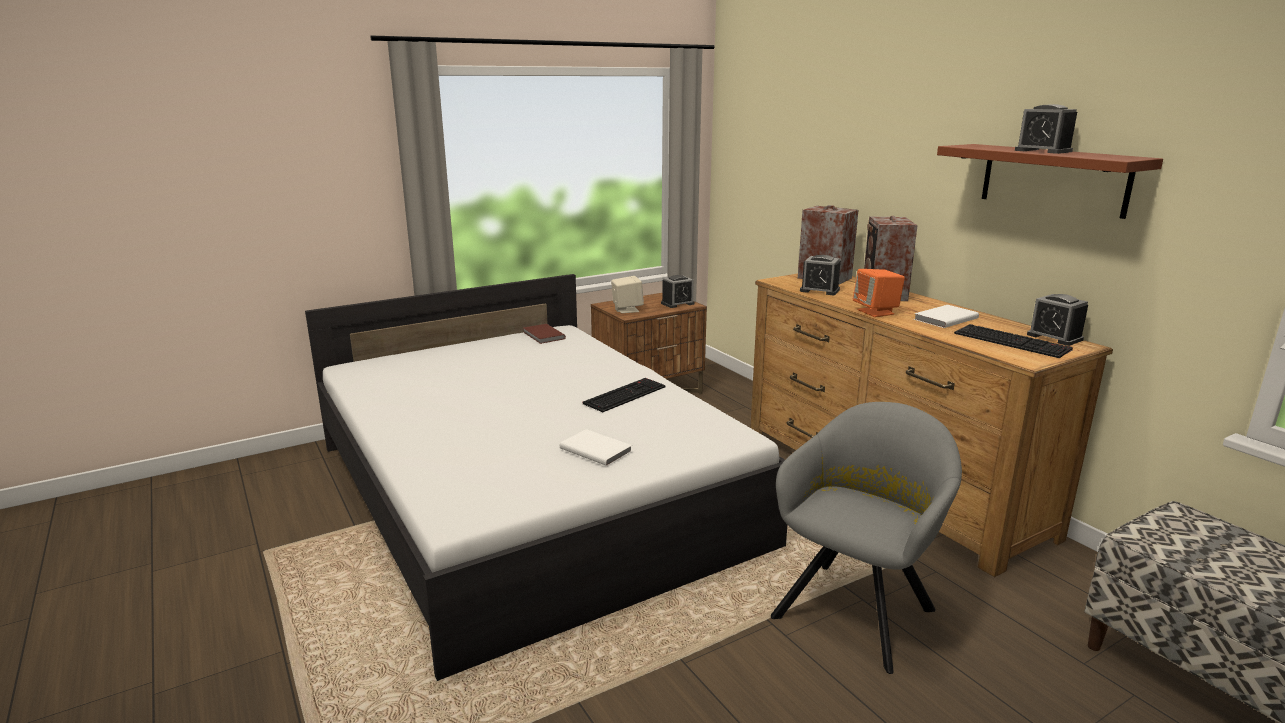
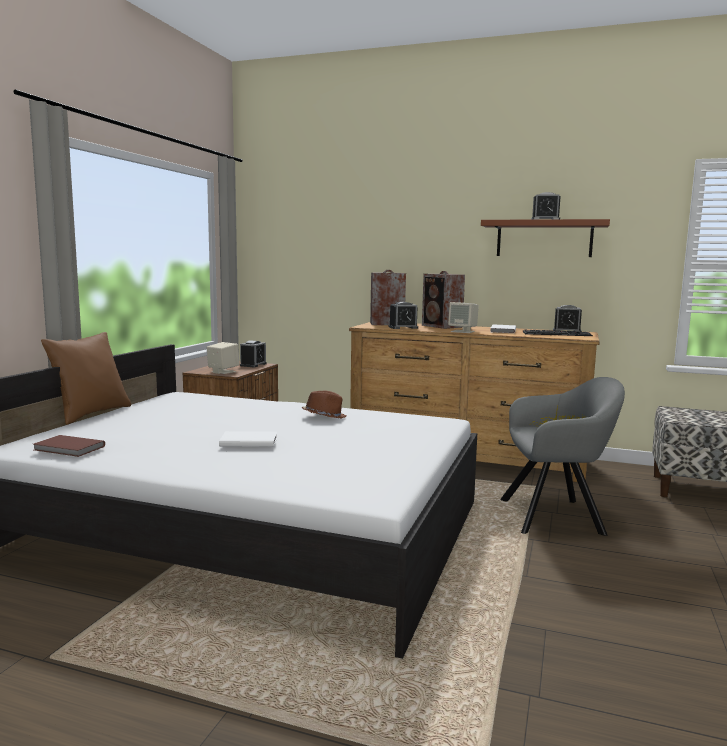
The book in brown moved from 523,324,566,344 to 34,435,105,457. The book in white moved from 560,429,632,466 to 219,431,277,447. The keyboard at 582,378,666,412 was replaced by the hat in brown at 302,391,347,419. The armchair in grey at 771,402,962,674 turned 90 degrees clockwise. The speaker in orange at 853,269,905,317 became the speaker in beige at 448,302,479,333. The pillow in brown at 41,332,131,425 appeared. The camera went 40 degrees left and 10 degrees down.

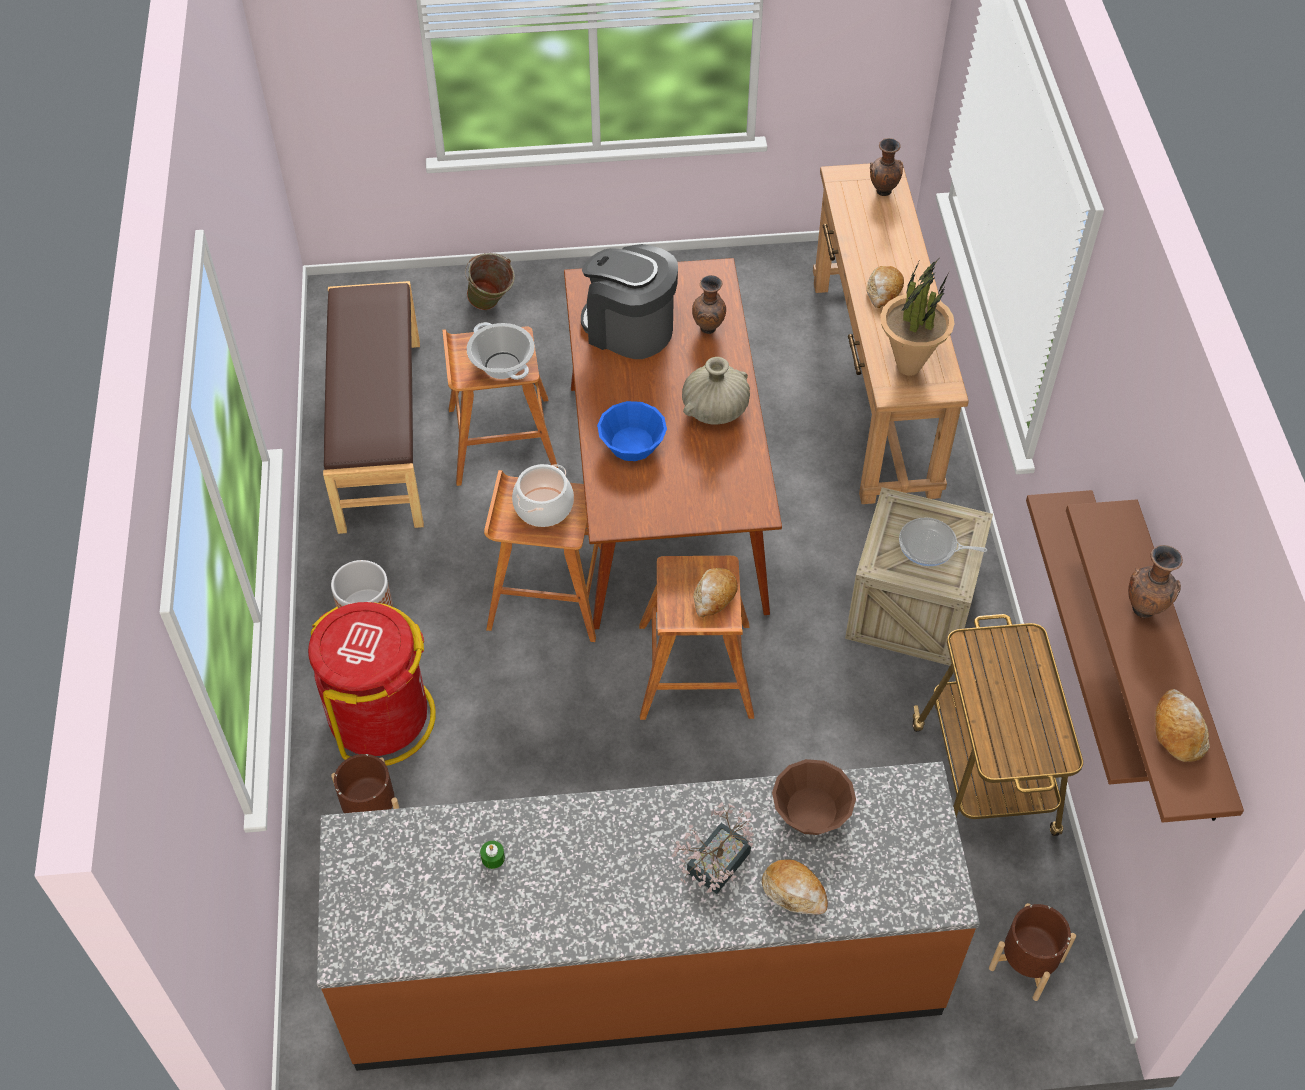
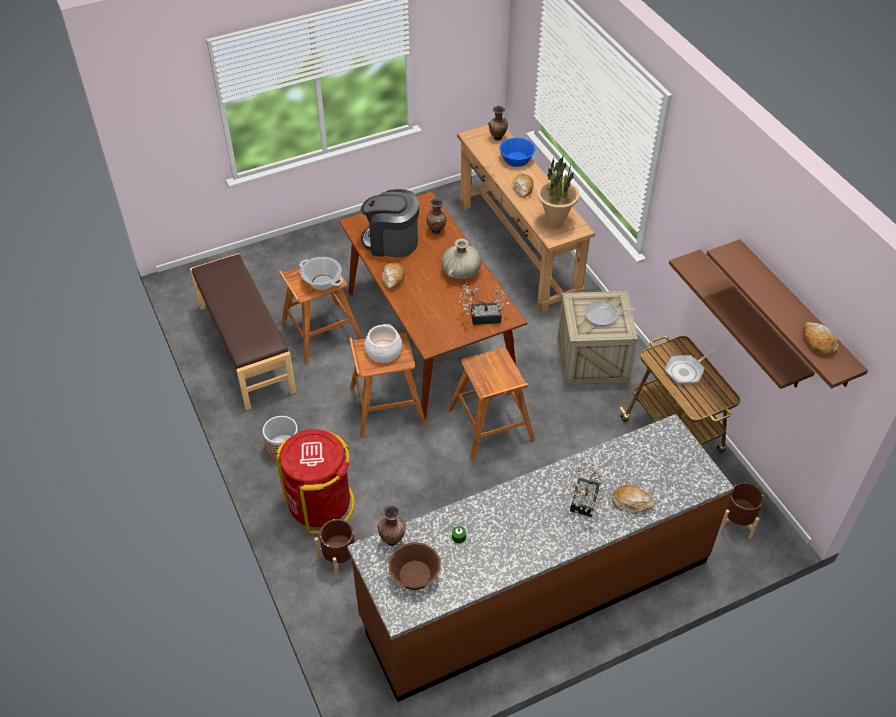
The bucket in green at 465,253,515,310 disappeared. The bowl in blue moved from 597,401,667,461 to 499,137,536,167. The bread moved from 693,568,738,617 to 382,263,405,290. The bowl in brown moved from 772,759,856,835 to 389,542,441,590. The vase in brown moved from 1128,545,1183,619 to 378,505,406,546. The potted plant at 459,282,510,325 appeared. The frying pan at 665,347,720,385 appeared. The camera went 20 degrees left and 5 degrees down.

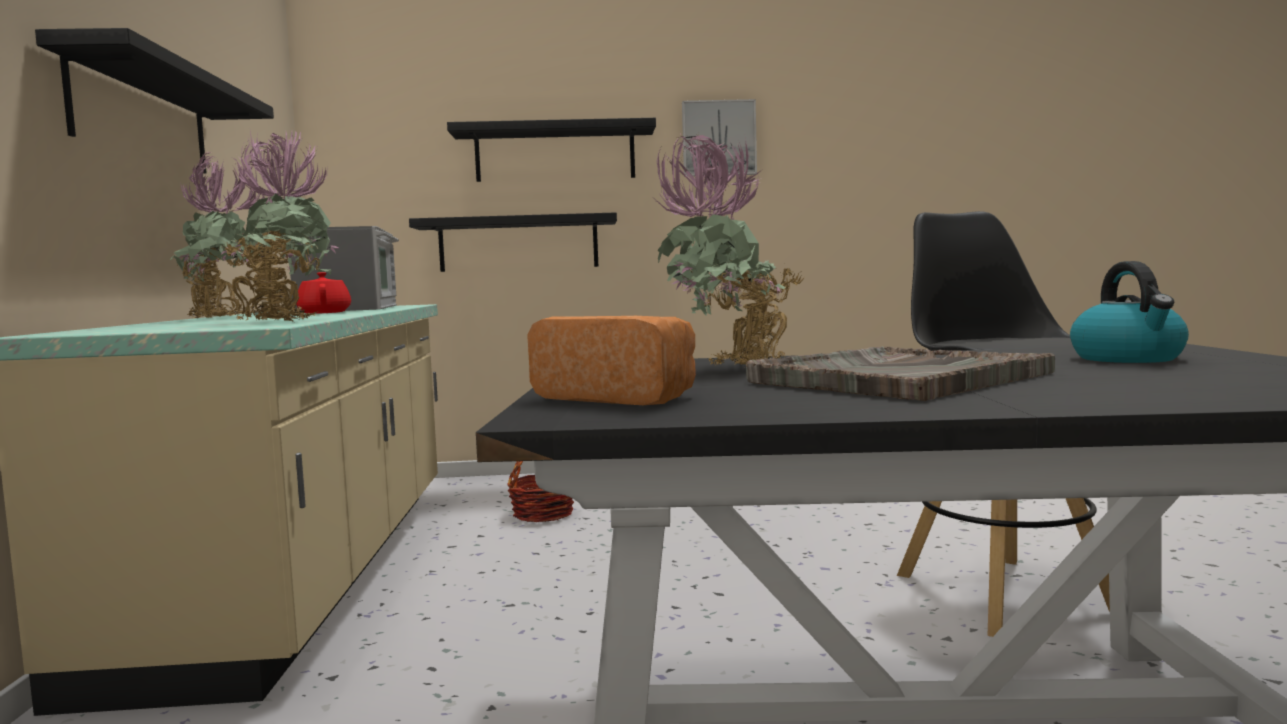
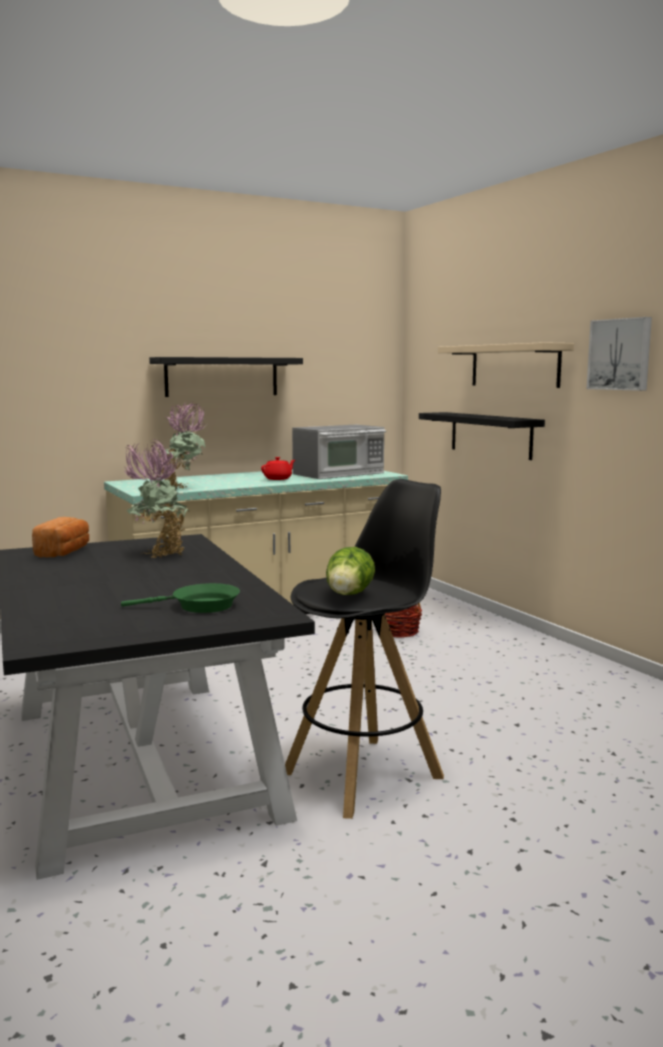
The potted plant at 170,152,263,318 disappeared. The shelf in black at 447,118,656,182 became the shelf in beige at 438,342,574,388. The tray in grey at 746,347,1055,401 disappeared. The kettle at 1070,261,1189,363 was replaced by the frying pan in green at 121,583,240,613. The lettuce at 326,547,375,595 appeared. The camera went 65 degrees right and 5 degrees up.

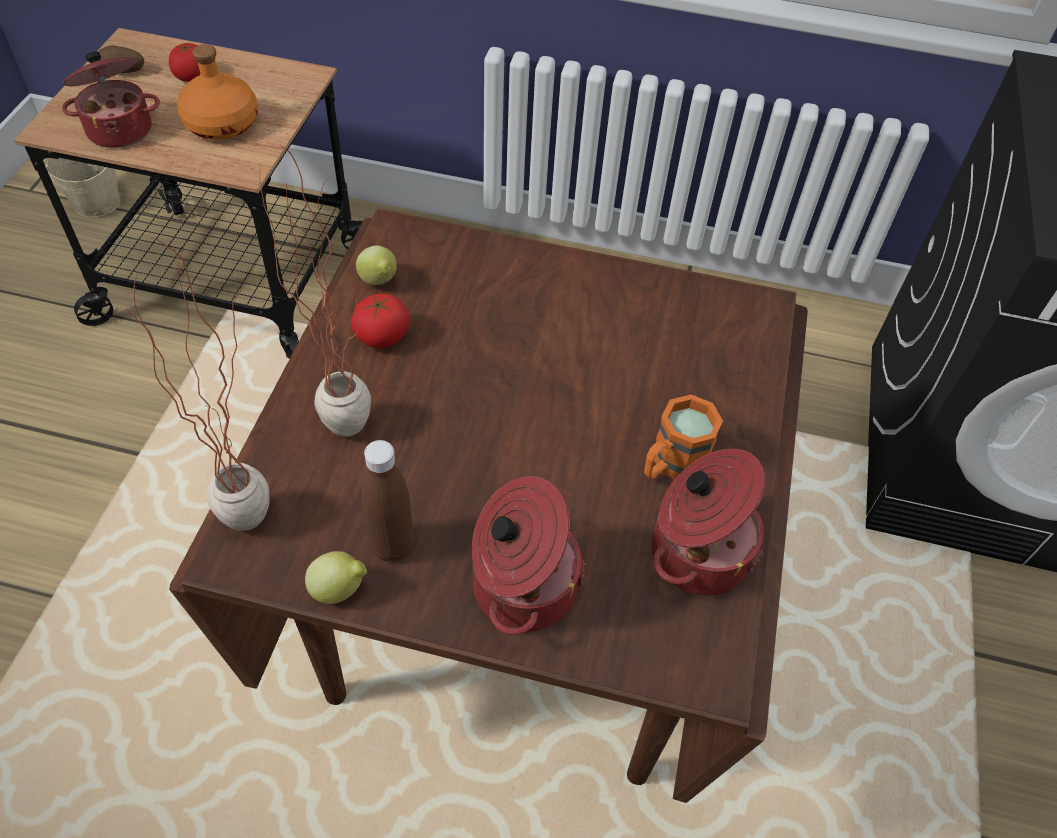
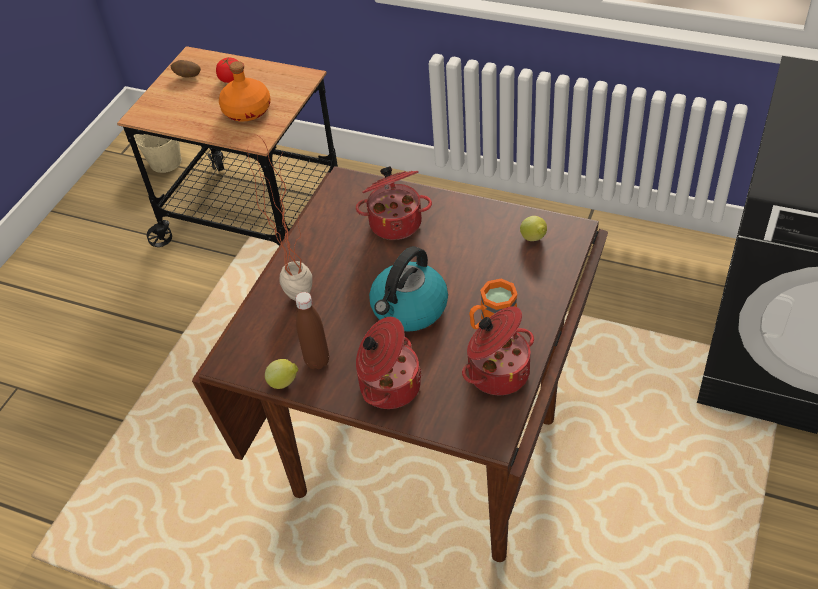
The cooking pot moved from 62,51,160,148 to 356,166,432,240. The potted plant at 125,238,270,531 disappeared. The tomato at 351,294,409,348 disappeared. The lemon moved from 356,245,397,285 to 520,216,547,241. The kettle at 369,246,448,332 appeared. The camera went 15 degrees right and 5 degrees down.

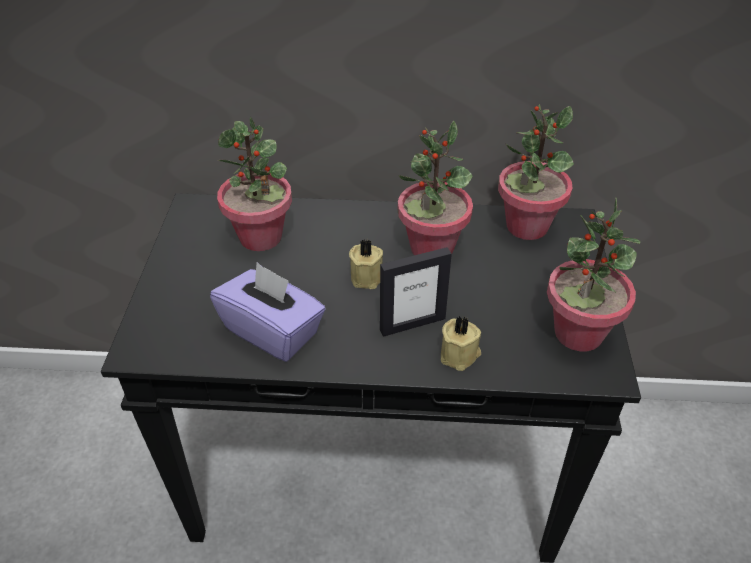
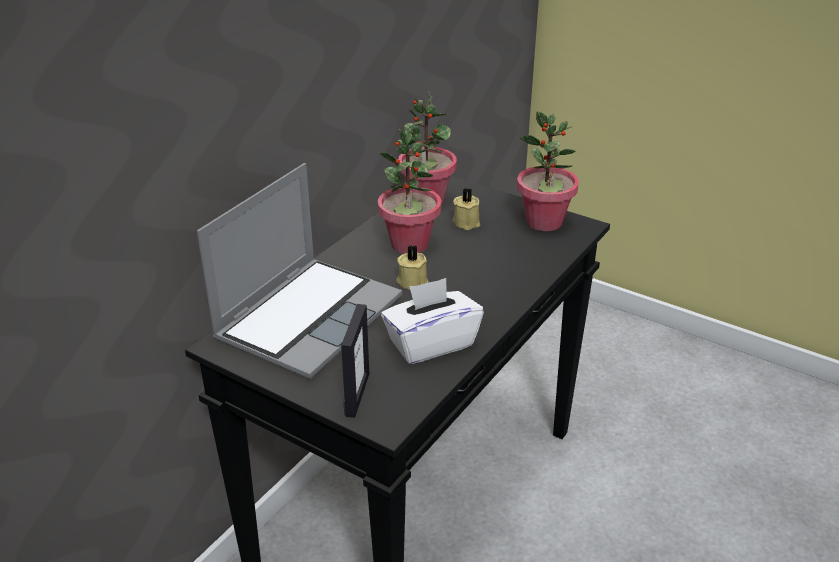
The tissue box in purple at 210,262,326,362 became the tissue box in white at 381,278,484,364. The potted plant at 217,116,292,251 was replaced by the laptop at 197,163,402,380. The picture frame moved from 380,247,452,337 to 341,304,369,418. The candle in beige moved from 441,316,481,371 to 453,188,480,230. The camera went 60 degrees left and 10 degrees down.

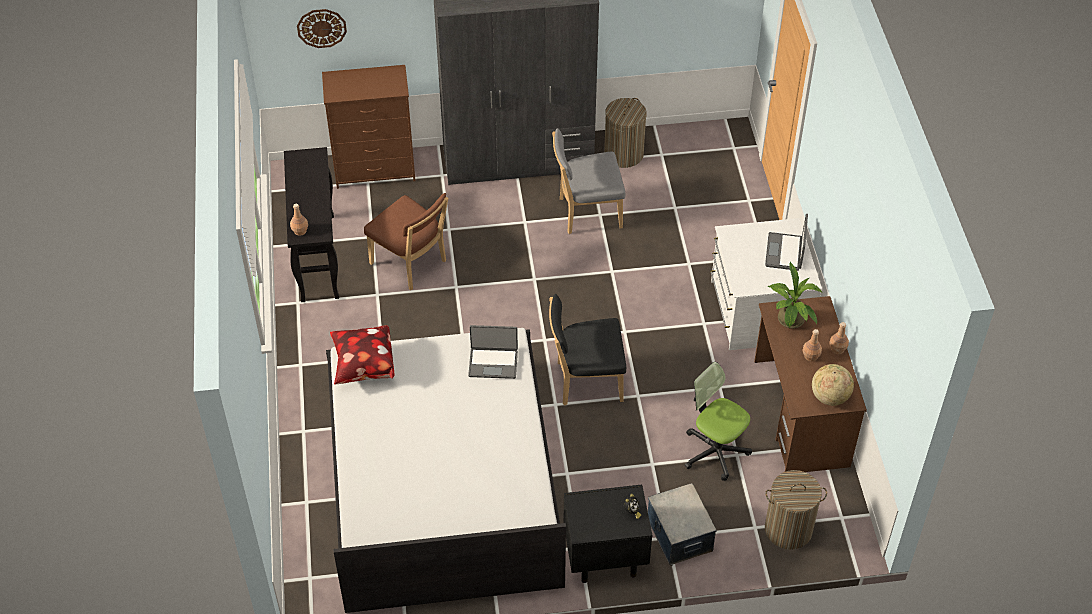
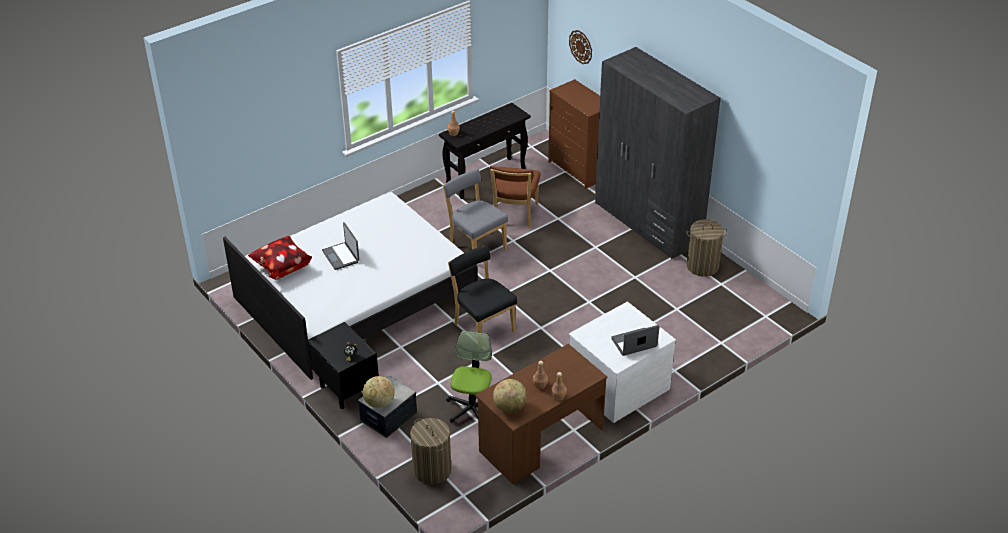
The pillow moved from 330,325,394,384 to 248,236,312,280. The laptop moved from 468,325,518,379 to 322,222,359,270. The chair in grey moved from 552,128,625,234 to 443,169,508,265. The potted plant at 768,262,822,329 disappeared. The globe at 363,376,395,408 appeared. The camera went 60 degrees right and 10 degrees down.

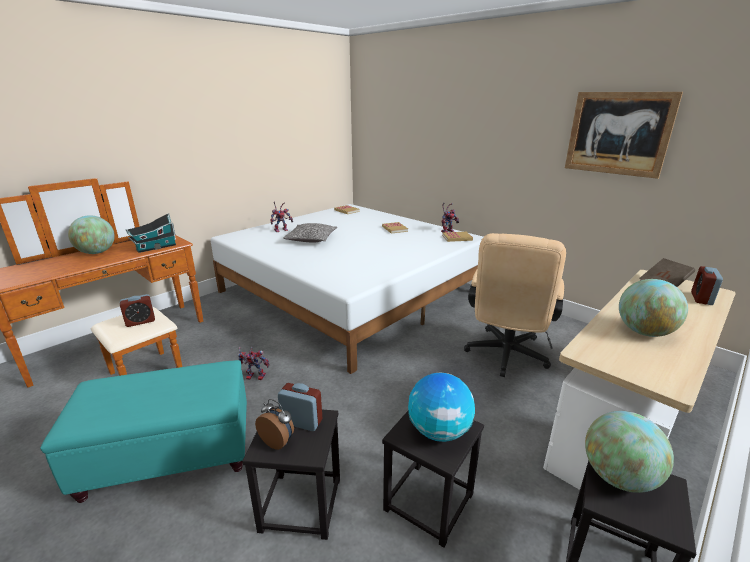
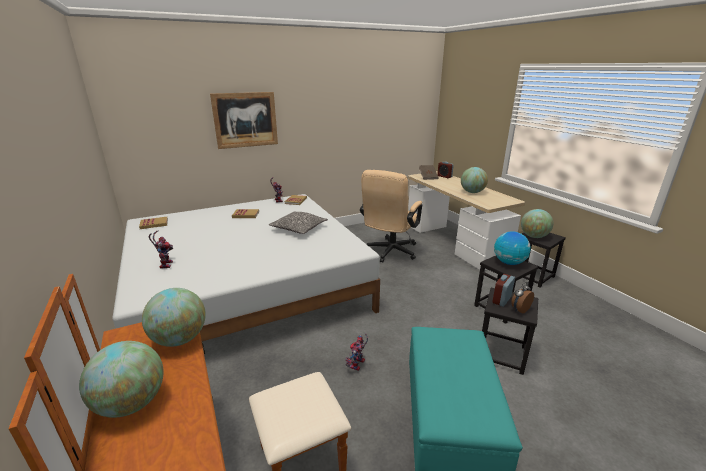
The alarm clock at 120,294,155,327 disappeared. The toy house at 126,214,176,253 was replaced by the globe at 142,288,206,347. The pillow moved from 283,223,337,242 to 269,212,328,234. The office chair in beige at 464,233,566,377 turned 75 degrees clockwise. The picture moved from 565,92,683,179 to 210,92,278,149. The camera went 70 degrees left and 0 degrees up.

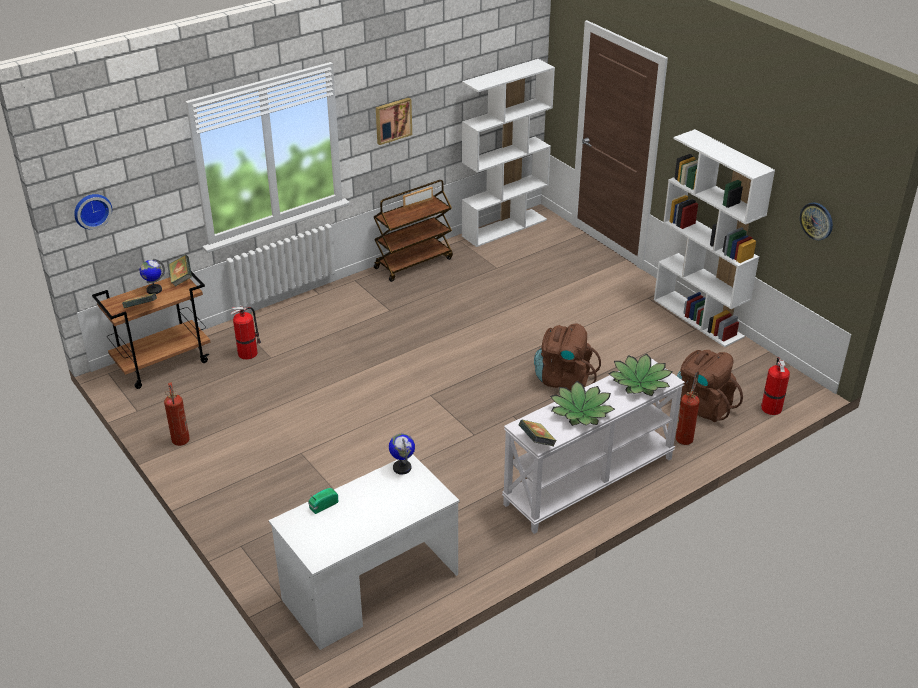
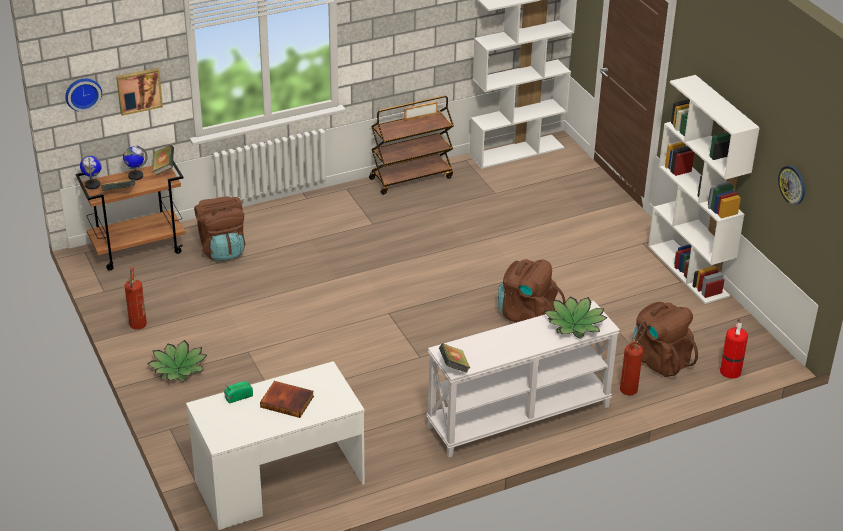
The fire extinguisher at 231,307,261,360 was replaced by the backpack in brown at 194,196,245,260. The picture moved from 376,98,412,145 to 116,68,163,116. The globe moved from 389,434,415,475 to 80,155,102,189. The potted plant moved from 550,381,615,426 to 148,340,207,382. The book at 260,381,314,418 appeared. The camera went 10 degrees right and 0 degrees up.

